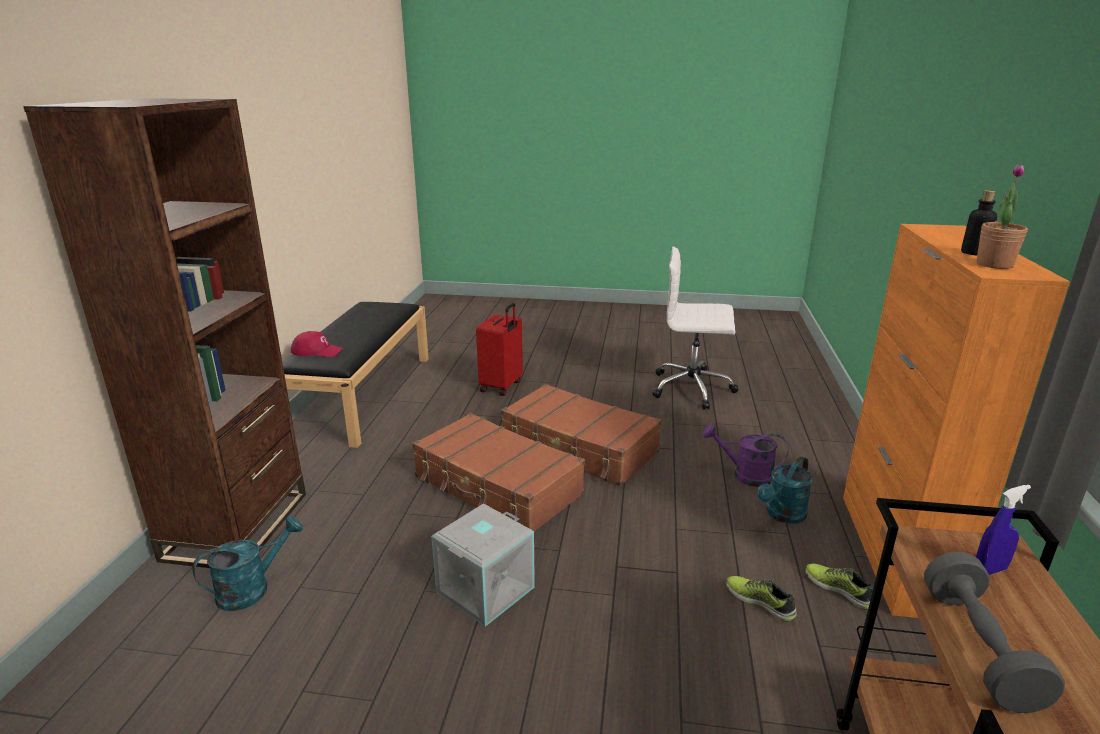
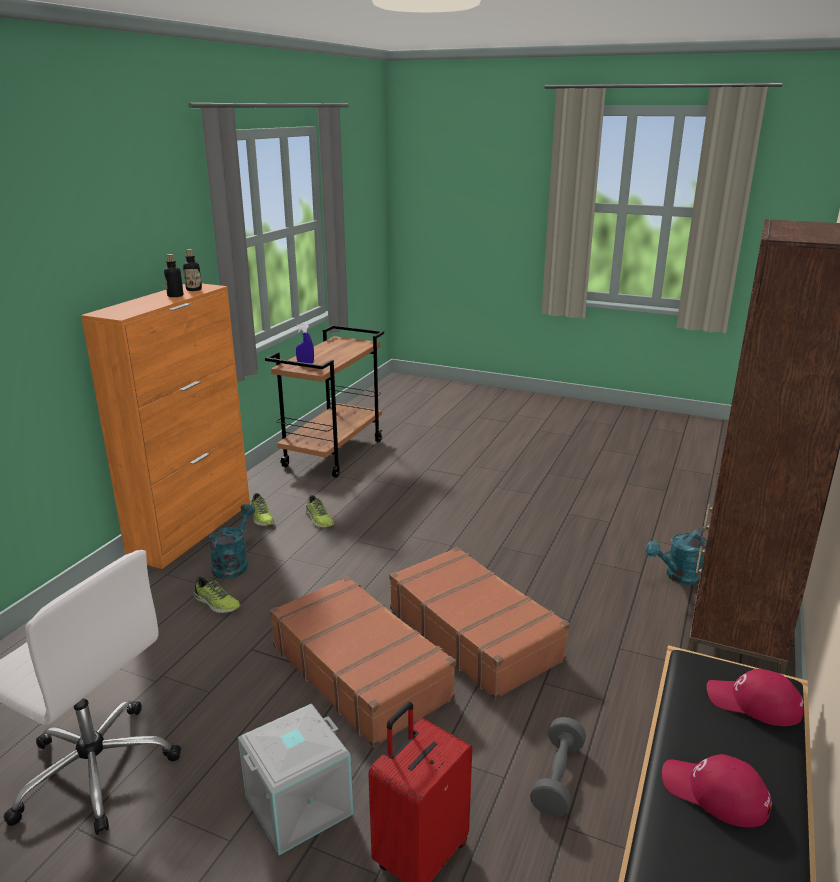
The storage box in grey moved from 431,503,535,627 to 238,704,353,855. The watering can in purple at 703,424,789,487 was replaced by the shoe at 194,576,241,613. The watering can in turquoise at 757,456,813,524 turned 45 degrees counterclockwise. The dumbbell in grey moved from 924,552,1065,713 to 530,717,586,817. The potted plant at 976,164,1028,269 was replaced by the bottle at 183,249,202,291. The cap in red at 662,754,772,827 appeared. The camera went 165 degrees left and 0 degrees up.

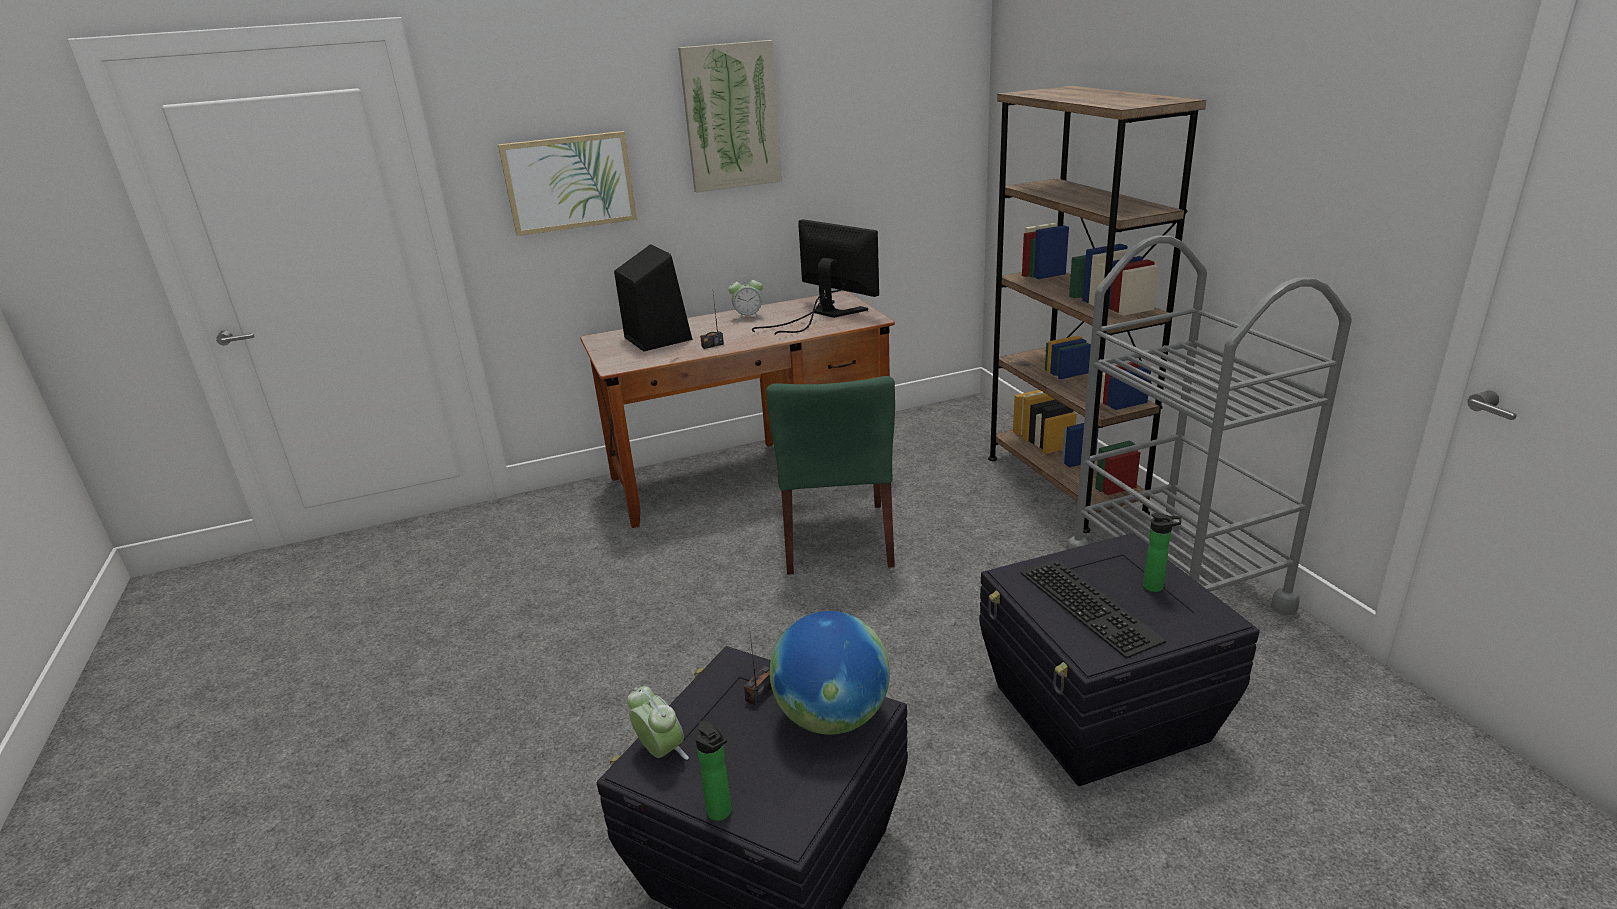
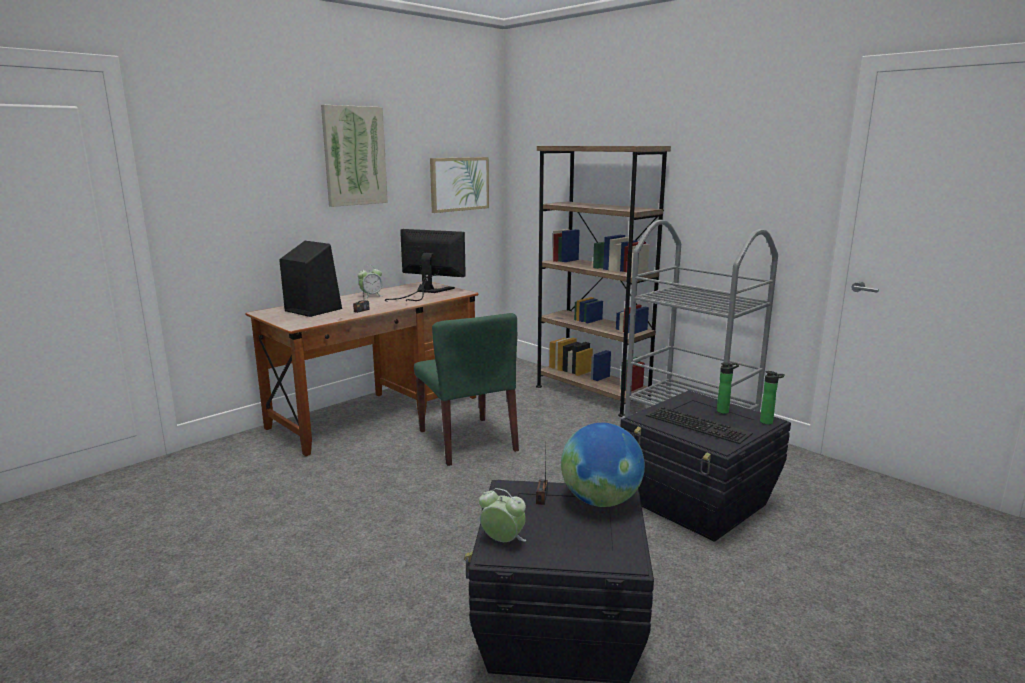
The picture moved from 498,131,637,236 to 430,157,489,213. The bottle moved from 695,721,732,821 to 760,371,784,424. The camera went 25 degrees left and 10 degrees down.

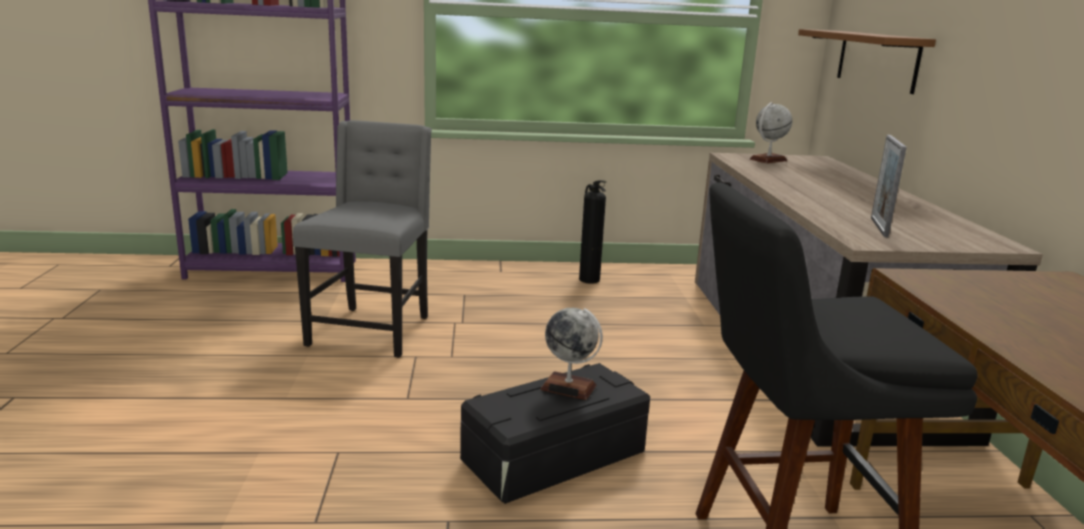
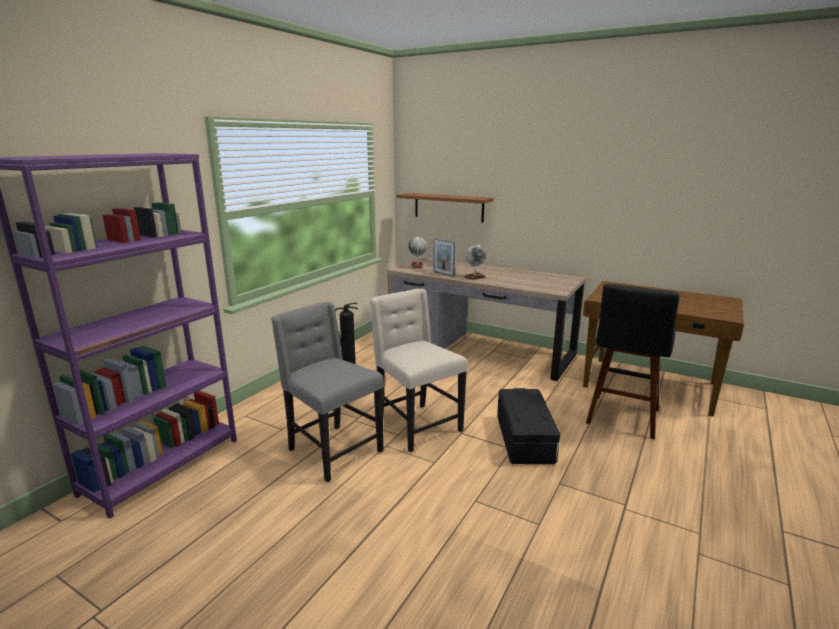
The globe moved from 540,308,603,400 to 464,244,486,280. The picture frame moved from 871,135,907,237 to 433,238,455,277. The chair in beige at 370,289,467,452 appeared. The camera went 55 degrees left and 0 degrees up.

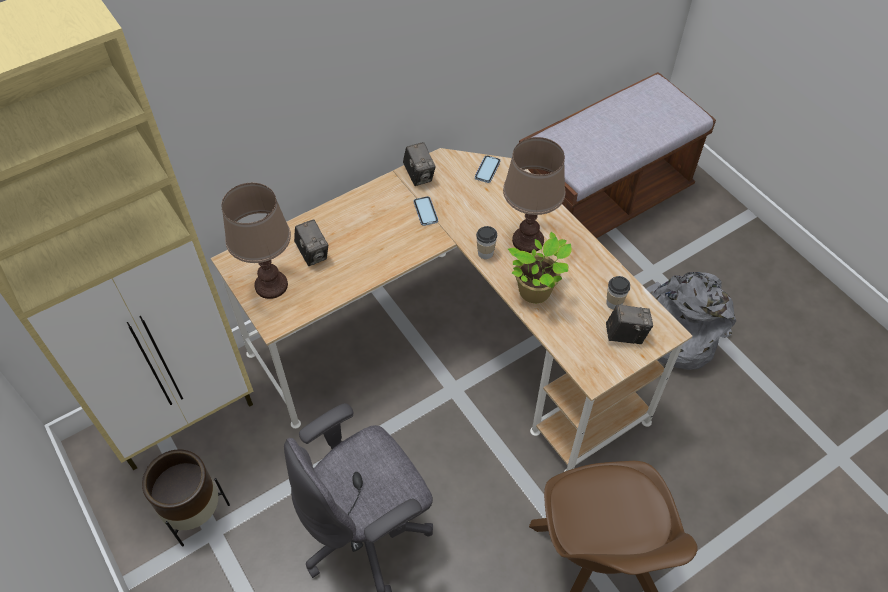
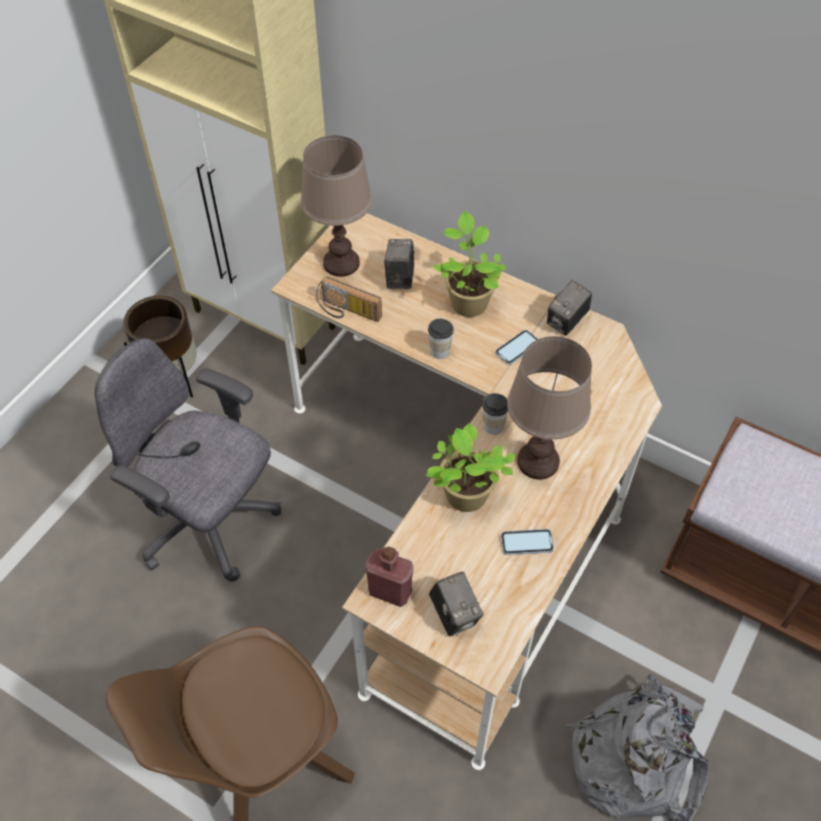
The photo camera at 294,219,328,266 turned 150 degrees clockwise. The phone moved from 475,155,501,183 to 501,529,554,555. The cup moved from 606,276,630,310 to 428,319,454,359. The radio at 316,277,382,322 appeared. The bottle in red at 365,546,413,607 appeared. The potted plant at 433,211,507,317 appeared. The camera went 65 degrees right and 0 degrees up.

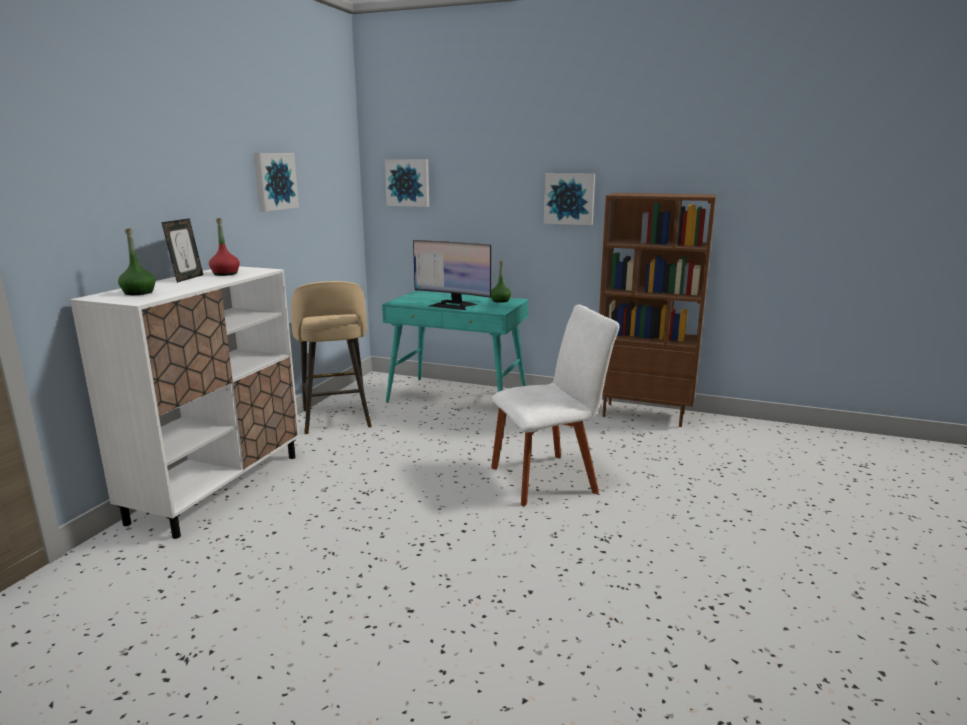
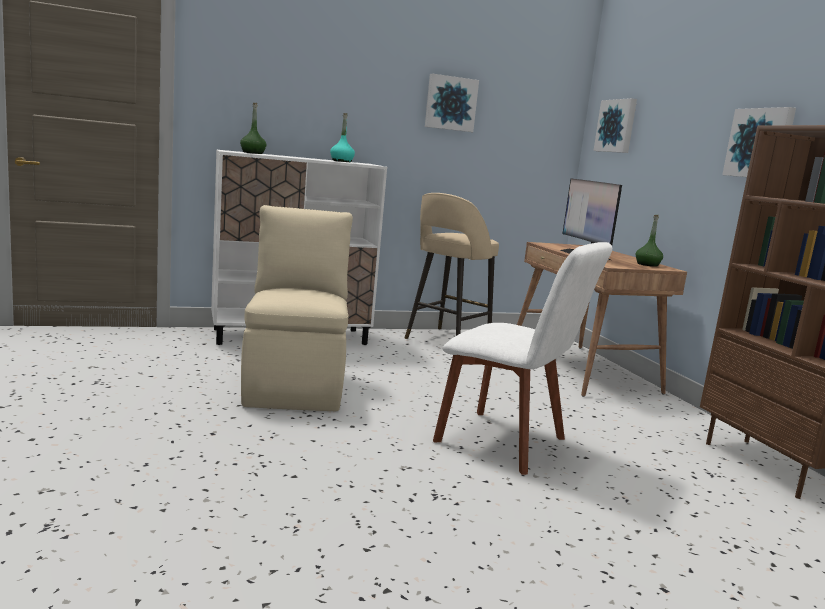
The picture frame at 161,218,203,283 disappeared. The bottle in red at 209,218,240,276 became the bottle in turquoise at 330,113,355,162. The desk in turquoise at 382,291,529,403 became the desk in brown at 517,242,687,397. The chair in beige at 241,205,353,411 appeared. The camera went 50 degrees right and 5 degrees down.

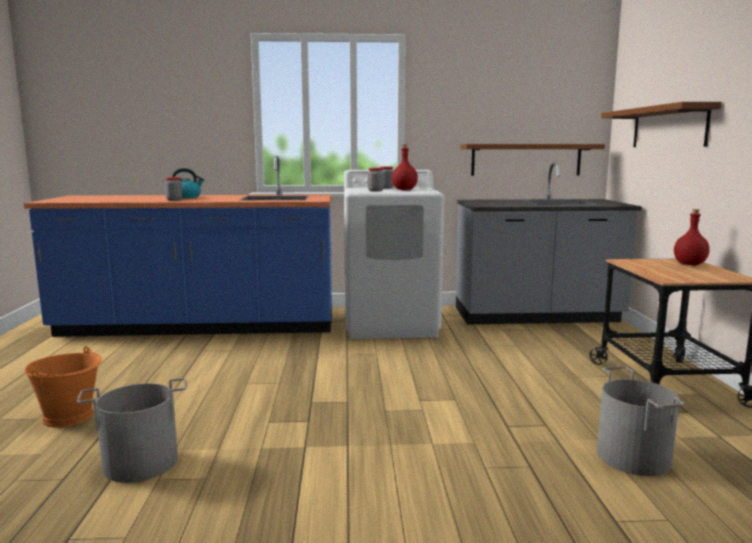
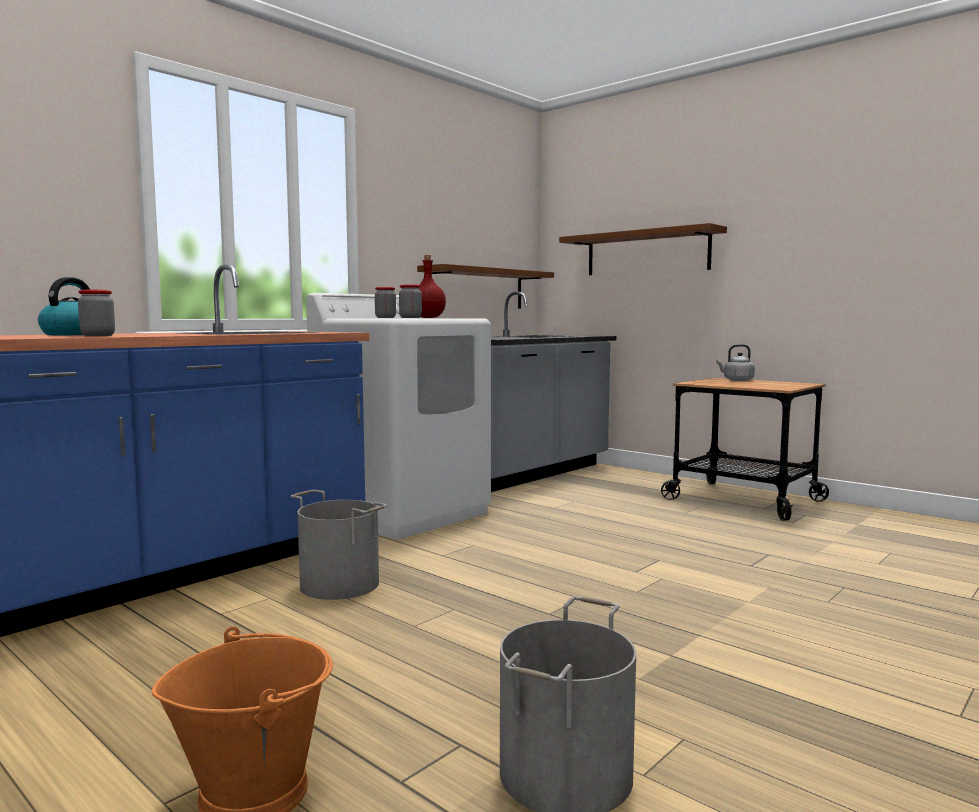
The bucket in grey moved from 597,366,685,476 to 291,490,387,600. The bottle in red at 674,209,710,265 was replaced by the kettle in grey at 716,344,755,381. The camera went 45 degrees left and 5 degrees down.

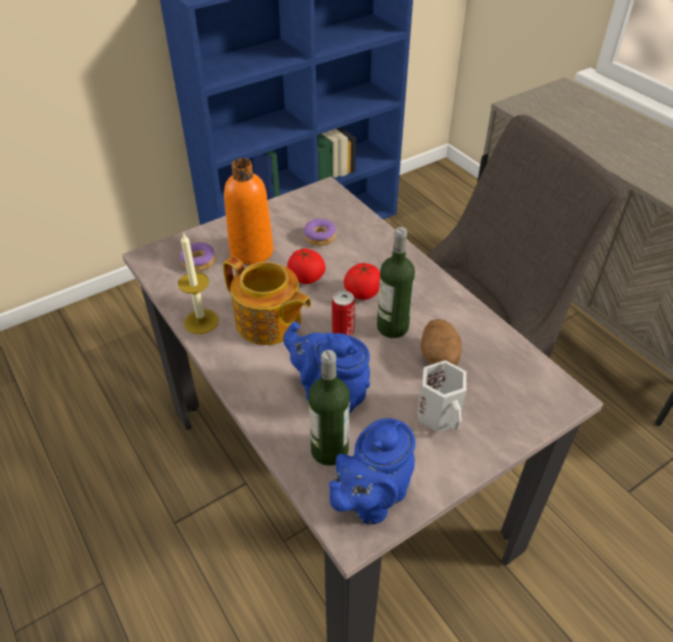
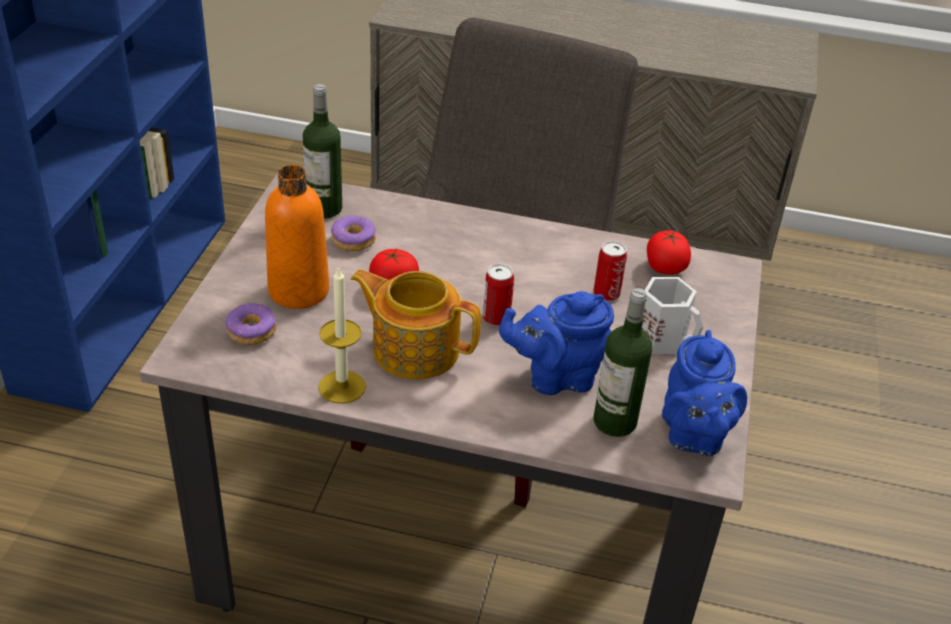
The teapot at 223,257,312,345 turned 150 degrees counterclockwise. The tomato moved from 344,263,380,300 to 647,230,691,274. The bottle moved from 377,227,415,338 to 303,84,342,219. The potato at 421,319,462,366 was replaced by the can at 593,241,627,301. The camera went 45 degrees left and 5 degrees down.

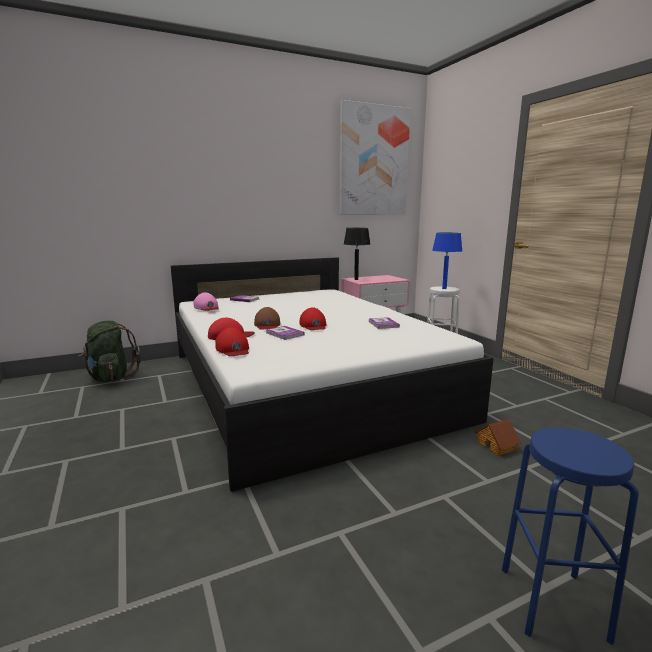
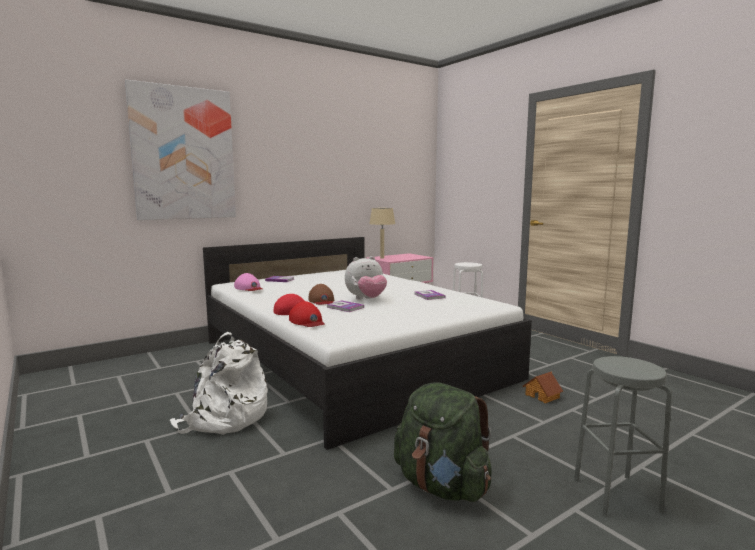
The backpack in green moved from 78,321,140,382 to 394,382,492,502. The cap in red at 300,307,327,330 was replaced by the plush toy at 345,256,387,299. The picture moved from 340,100,411,214 to 125,80,236,220. The table lamp in black at 344,228,370,280 became the table lamp in beige at 369,208,395,259. The table lamp in blue at 432,233,462,289 disappeared. The stool in blue at 502,427,639,645 became the stool in grey at 574,356,672,517. The backpack in white at 170,332,268,435 appeared. The camera went 10 degrees left and 5 degrees down.

